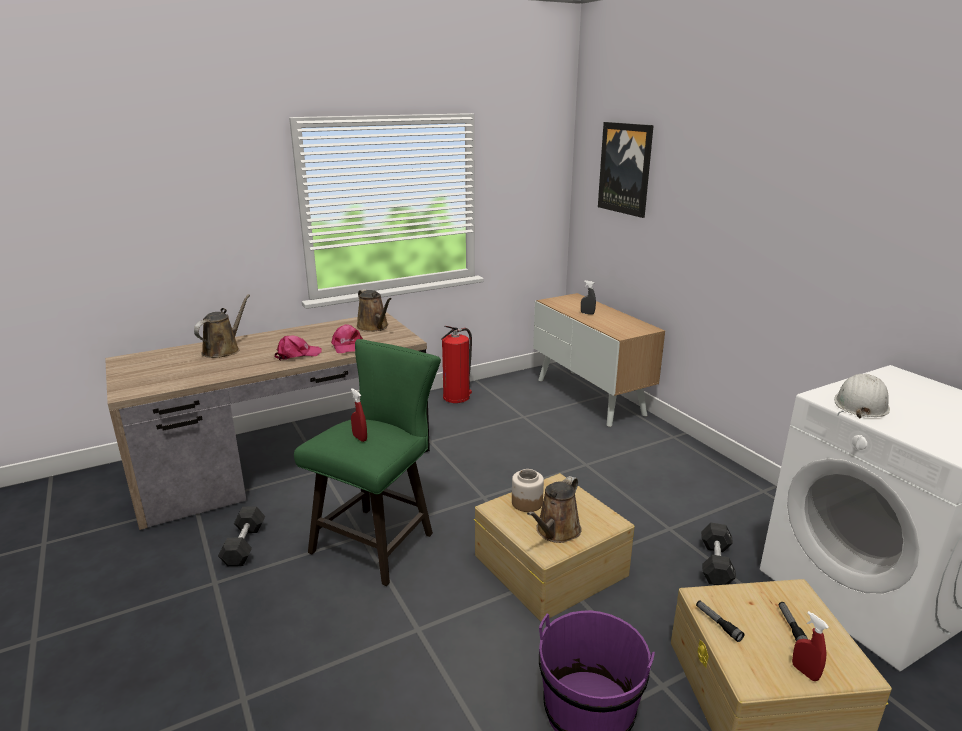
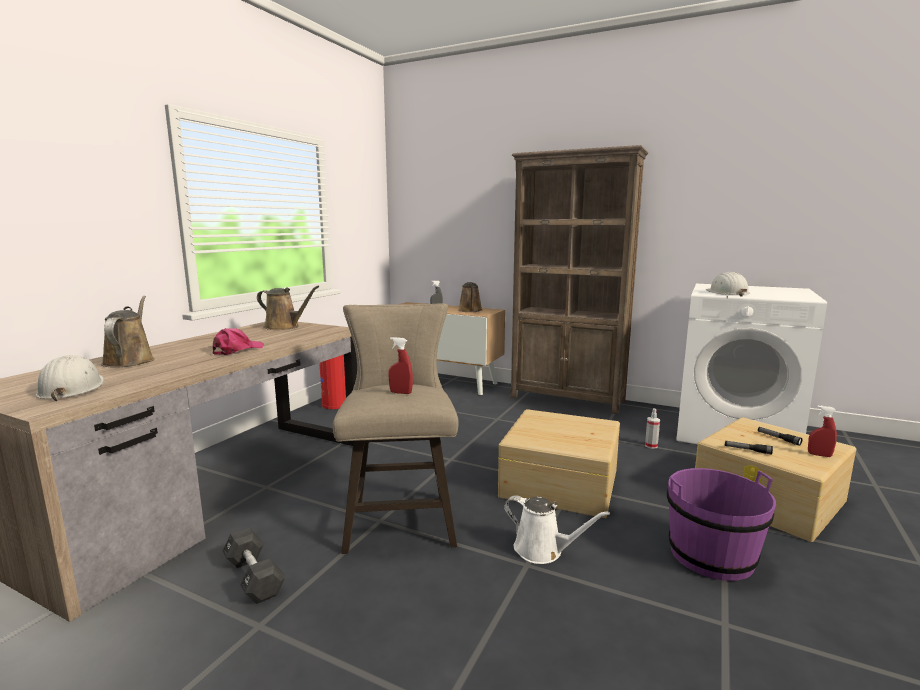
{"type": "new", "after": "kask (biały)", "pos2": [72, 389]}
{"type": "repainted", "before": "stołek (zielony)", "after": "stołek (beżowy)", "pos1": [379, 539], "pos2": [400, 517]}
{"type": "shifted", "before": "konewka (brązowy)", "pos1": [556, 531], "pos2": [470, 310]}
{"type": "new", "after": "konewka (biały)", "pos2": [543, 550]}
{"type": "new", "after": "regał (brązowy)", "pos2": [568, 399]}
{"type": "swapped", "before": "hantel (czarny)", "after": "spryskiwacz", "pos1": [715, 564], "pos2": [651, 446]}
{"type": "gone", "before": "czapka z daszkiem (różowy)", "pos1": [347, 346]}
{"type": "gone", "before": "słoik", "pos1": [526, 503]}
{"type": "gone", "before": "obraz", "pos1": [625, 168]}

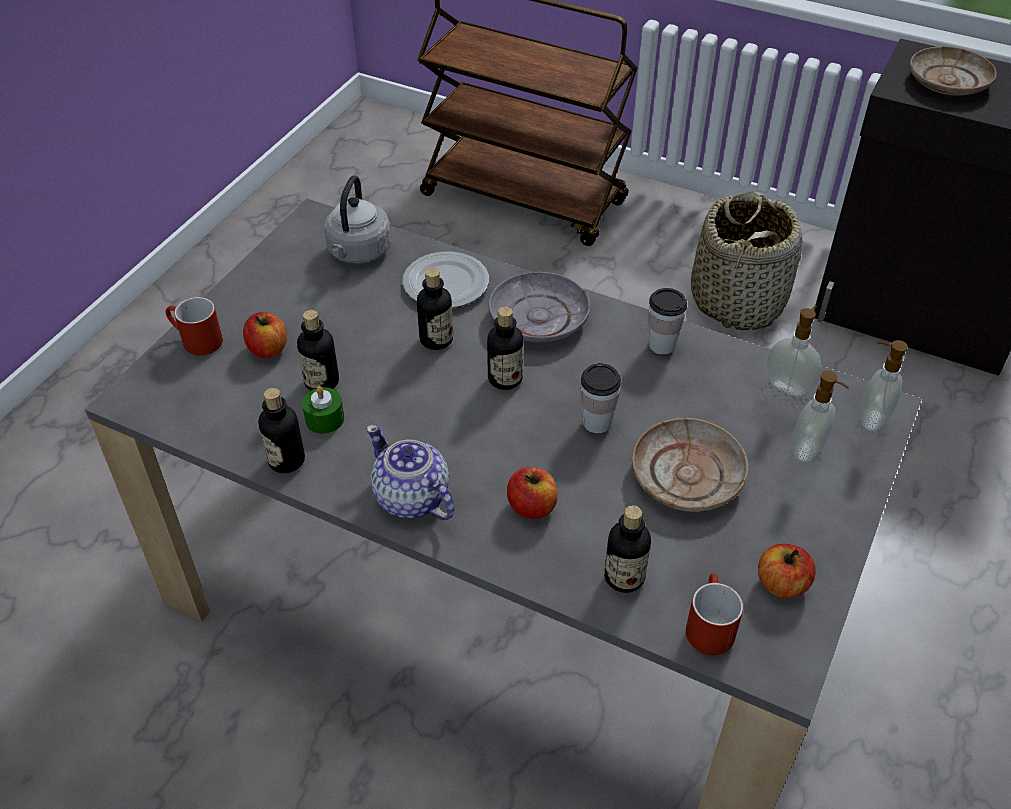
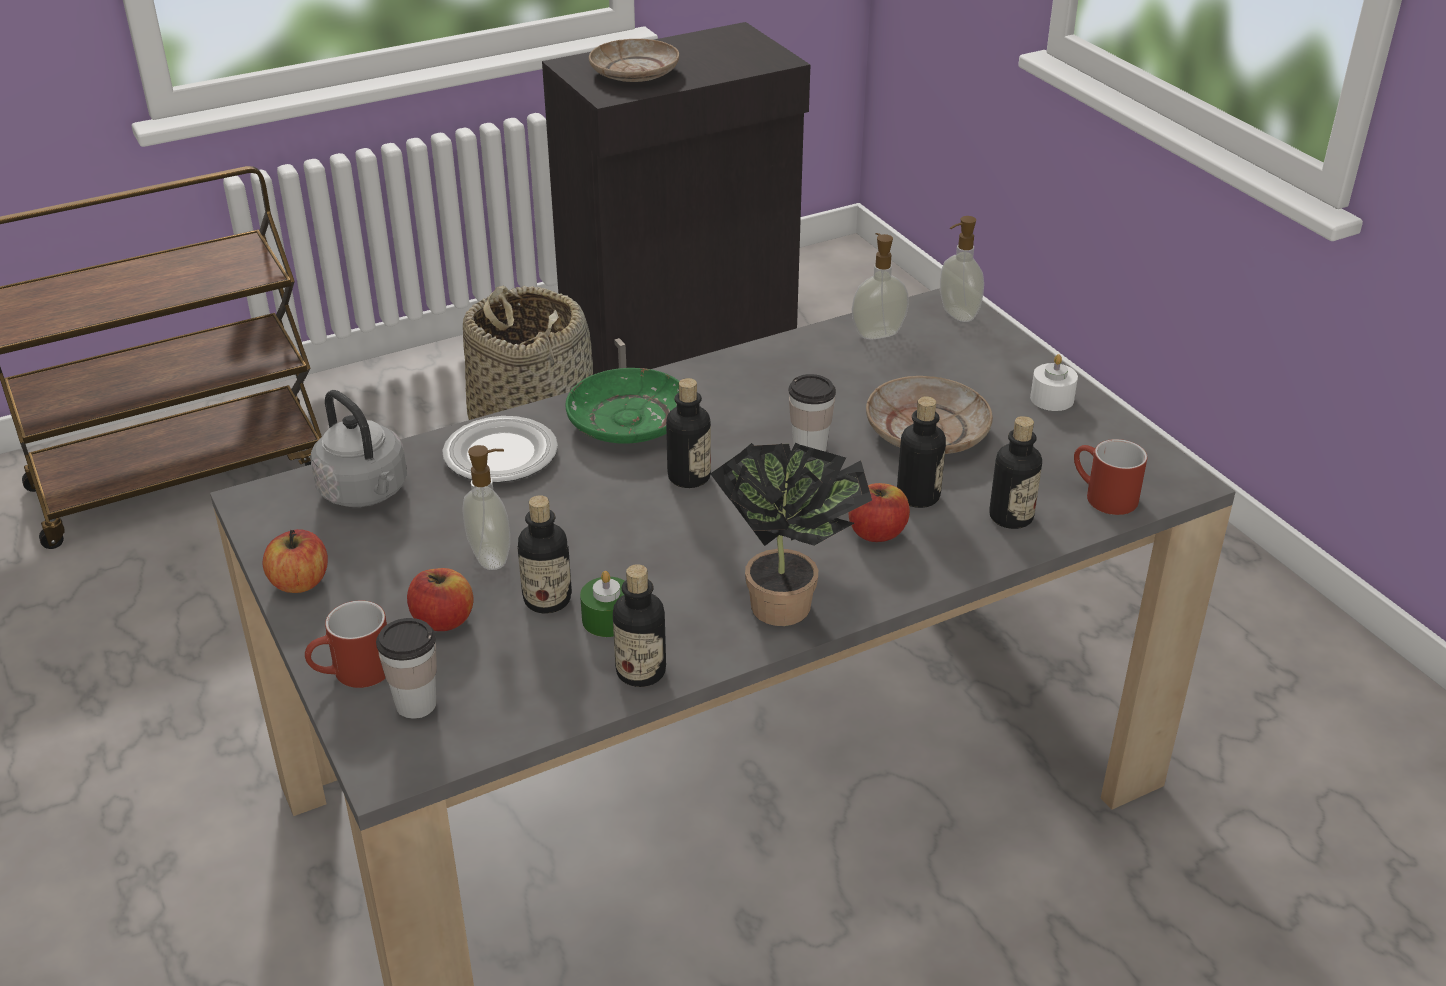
{"type": "shifted", "before": "jabłko", "pos1": [782, 584], "pos2": [300, 582]}
{"type": "shifted", "before": "filiżanka", "pos1": [662, 345], "pos2": [416, 704]}
{"type": "shifted", "before": "dozownik mydła", "pos1": [808, 450], "pos2": [492, 557]}
{"type": "repainted", "before": "talerz (szary)", "after": "talerz (zielony)", "pos1": [538, 318], "pos2": [628, 421]}
{"type": "swapped", "before": "imbryk", "after": "roślina doniczkowa", "pos1": [411, 498], "pos2": [789, 603]}
{"type": "shifted", "before": "butelka", "pos1": [436, 339], "pos2": [918, 496]}
{"type": "new", "after": "świeca (biały)", "pos2": [1052, 398]}

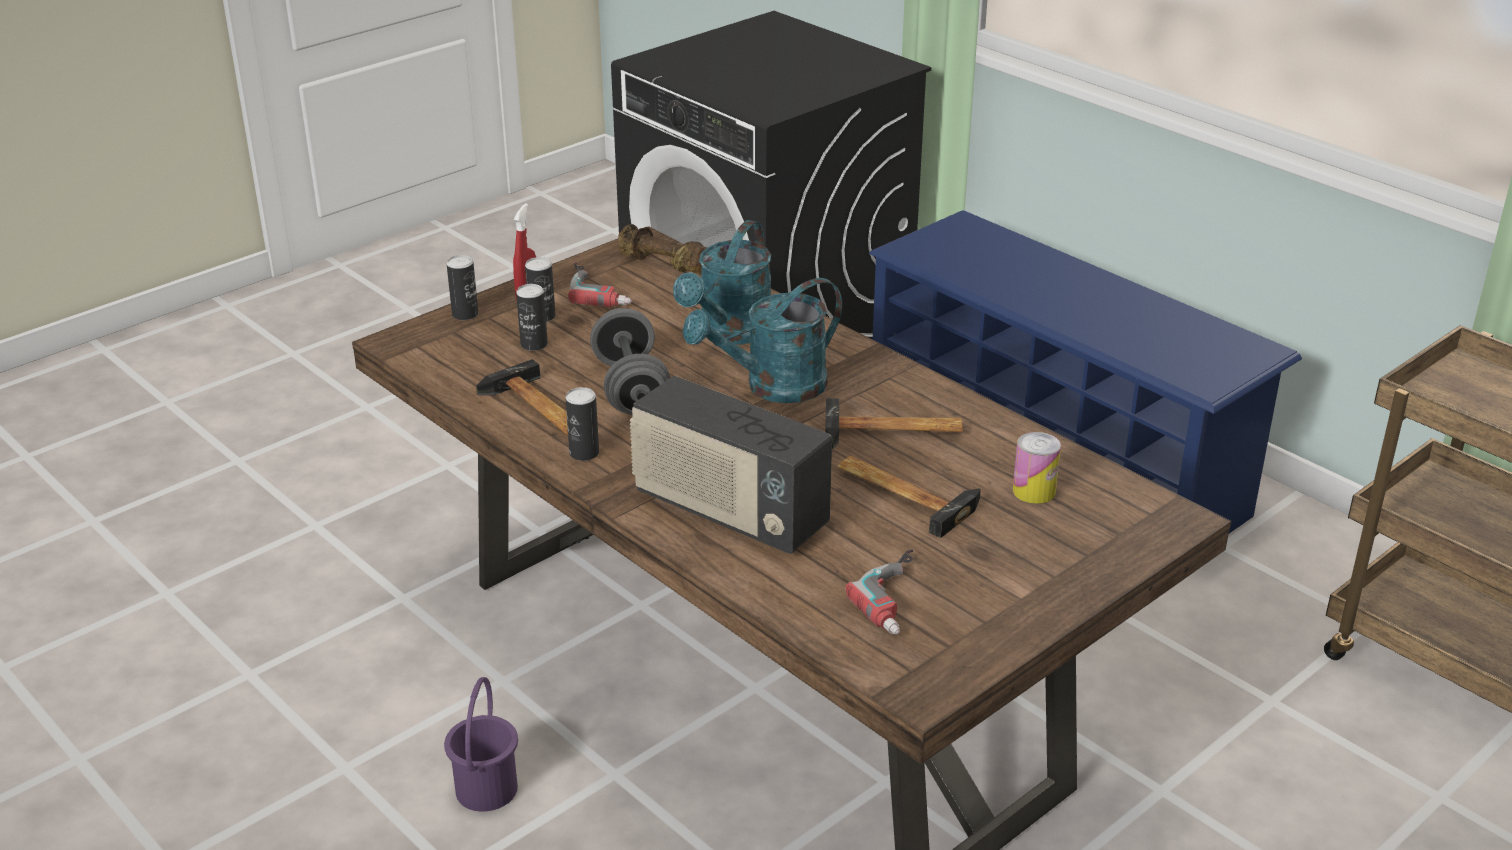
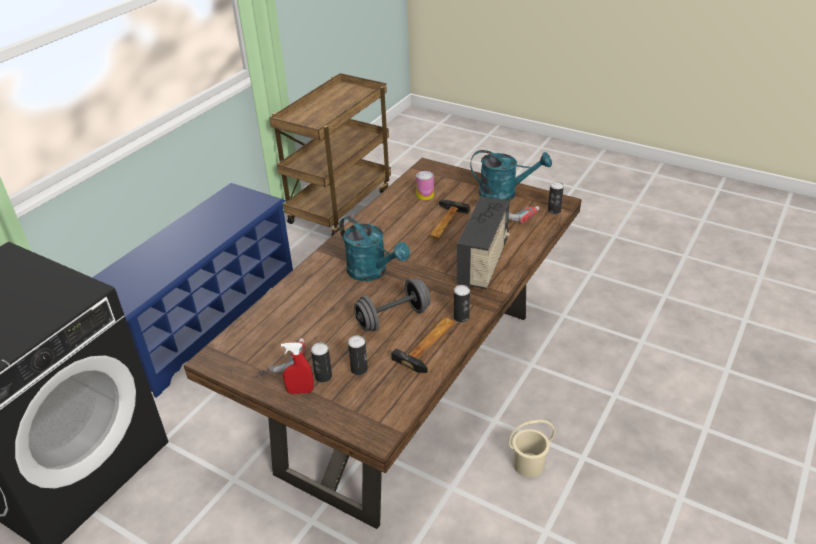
{"type": "shifted", "before": "konewka (turkusowy)", "pos1": [730, 333], "pos2": [504, 194]}
{"type": "repainted", "before": "wiadro (fioletowy)", "after": "wiadro (beżowy)", "pos1": [485, 789], "pos2": [529, 465]}
{"type": "shifted", "before": "puszka", "pos1": [465, 314], "pos2": [554, 210]}
{"type": "gone", "before": "hantel (brązowy)", "pos1": [665, 266]}
{"type": "gone", "before": "młotek", "pos1": [893, 432]}

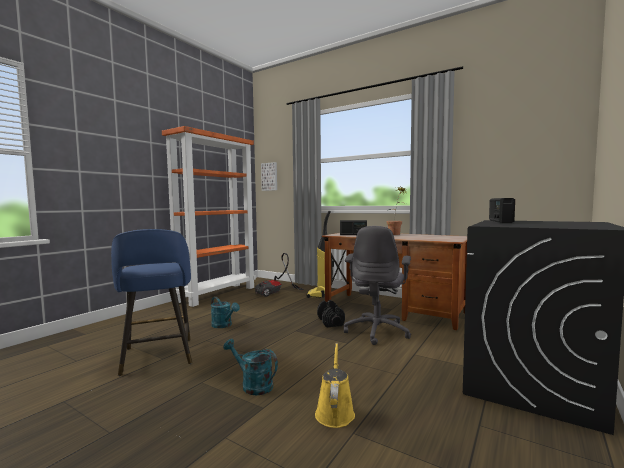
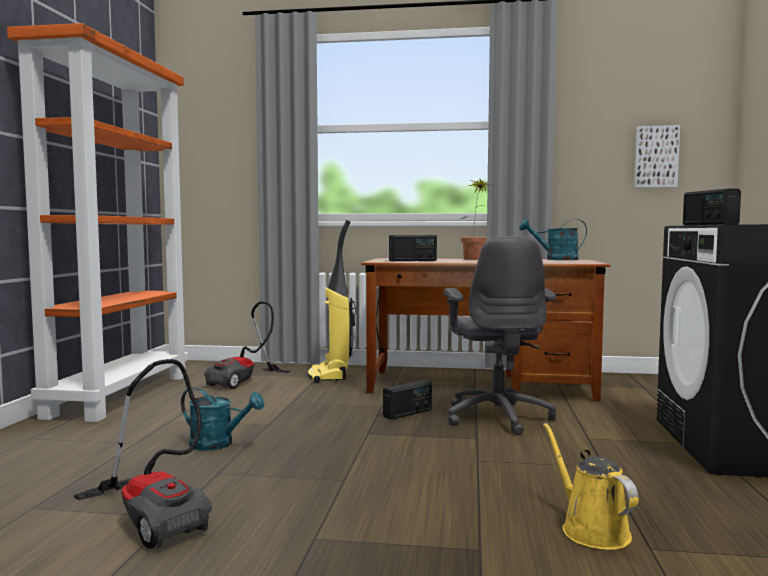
{"type": "swapped", "before": "stołek (niebieski)", "after": "odkurzacz", "pos1": [157, 357], "pos2": [155, 517]}
{"type": "swapped", "before": "hantel (czarny)", "after": "radio", "pos1": [330, 322], "pos2": [408, 413]}
{"type": "shifted", "before": "konewka (turkusowy)", "pos1": [252, 385], "pos2": [555, 259]}
{"type": "shifted", "before": "obraz", "pos1": [270, 176], "pos2": [655, 157]}

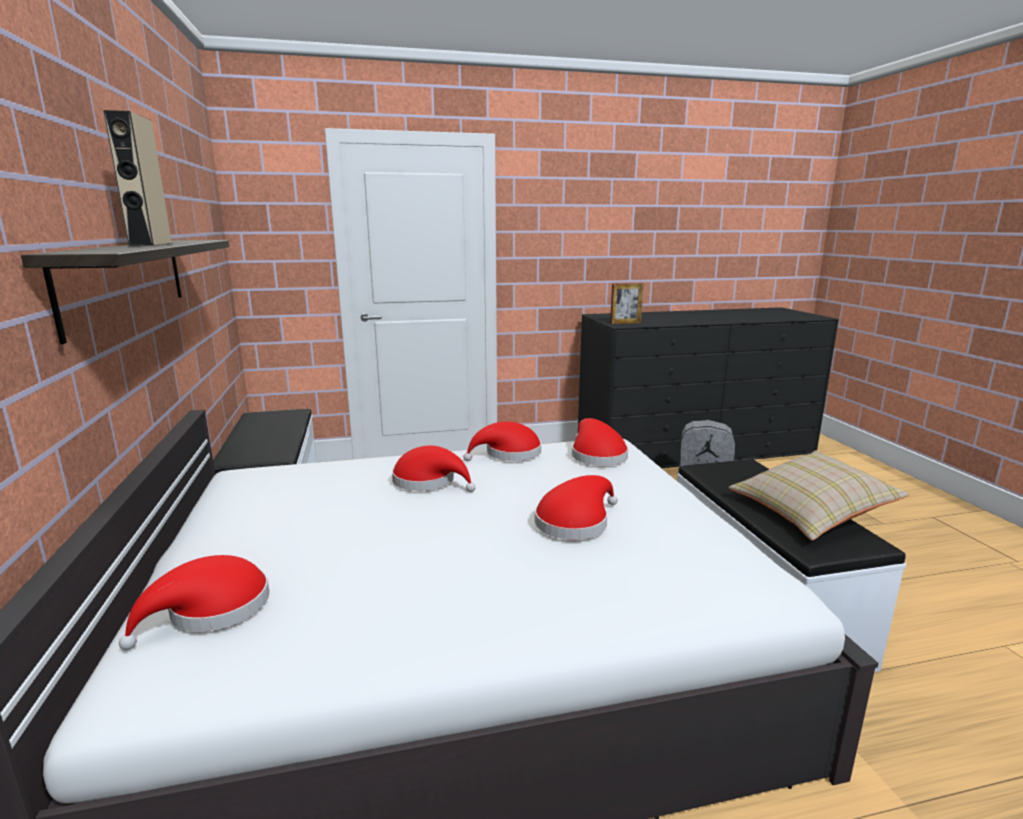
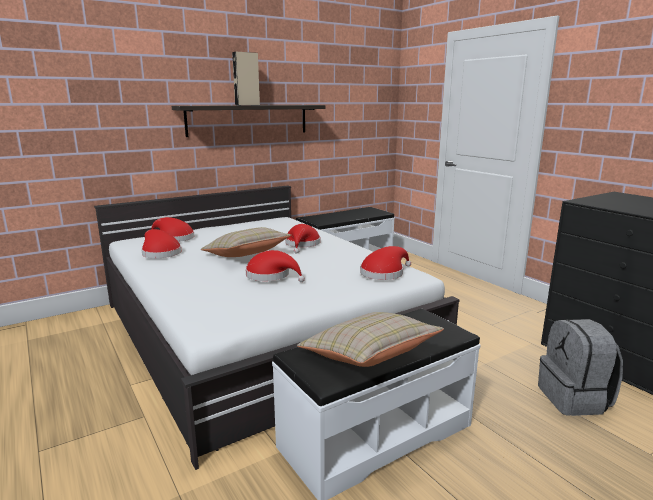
{"type": "shifted", "before": "kapelusz (czerwony)", "pos1": [509, 453], "pos2": [160, 253]}
{"type": "new", "after": "poduszka (beżowy)", "pos2": [246, 256]}
{"type": "gone", "before": "ramka na zdjęcie", "pos1": [625, 323]}

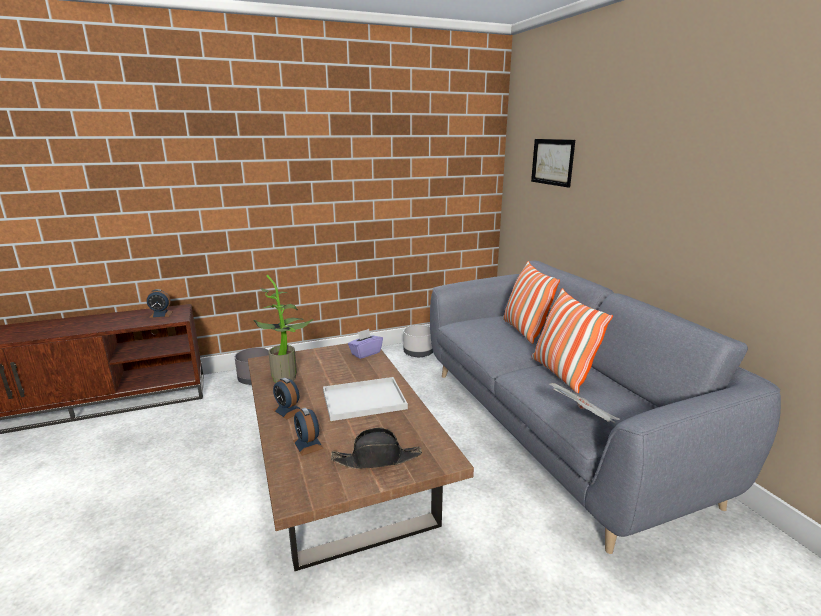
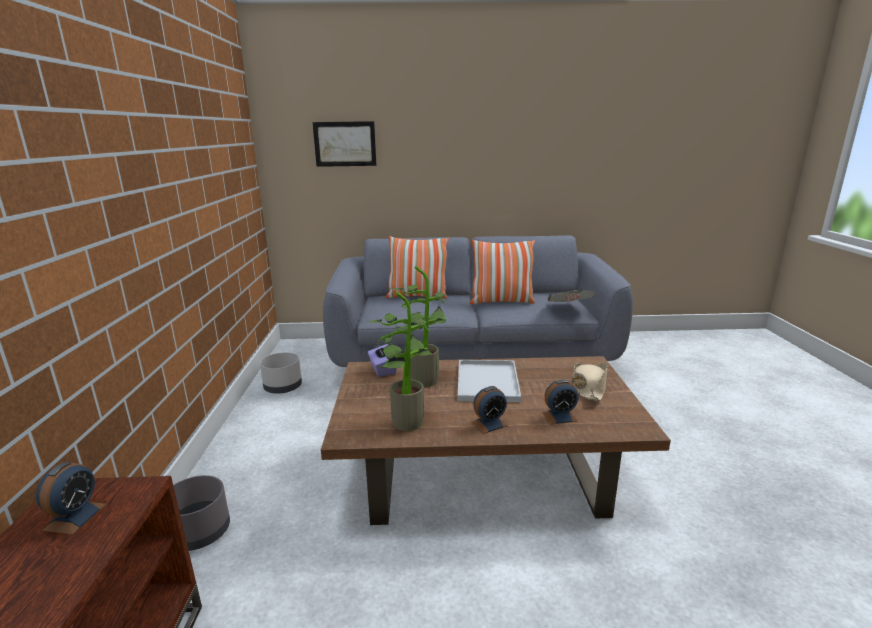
{"type": "new", "after": "roślina doniczkowa", "pos2": [424, 378]}
{"type": "repainted", "before": "kapelusz (czarny)", "after": "kapelusz (beżowy)", "pos1": [377, 459], "pos2": [588, 387]}

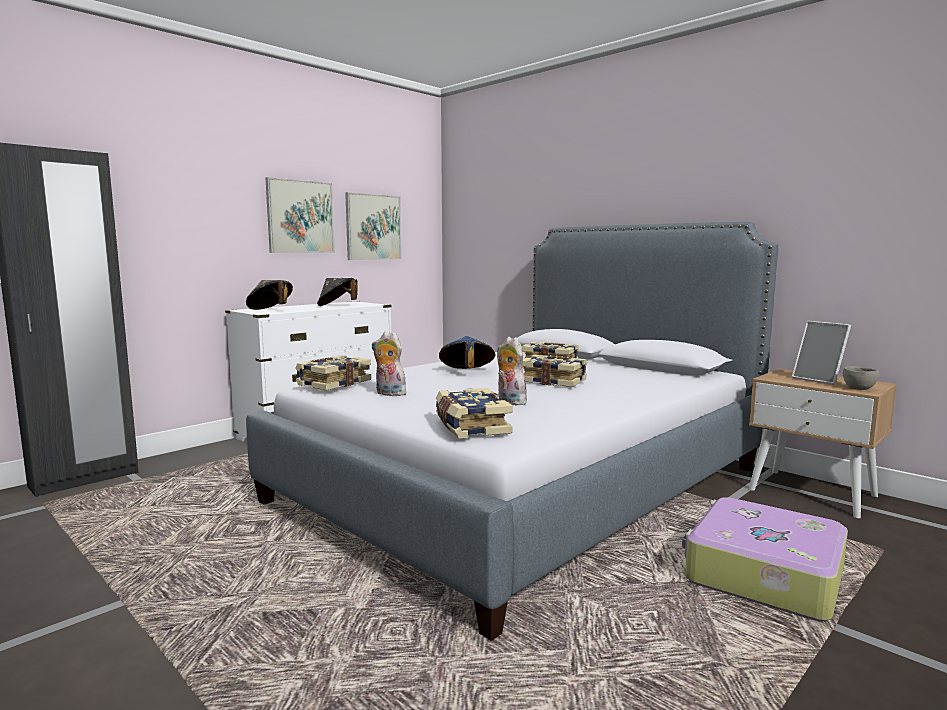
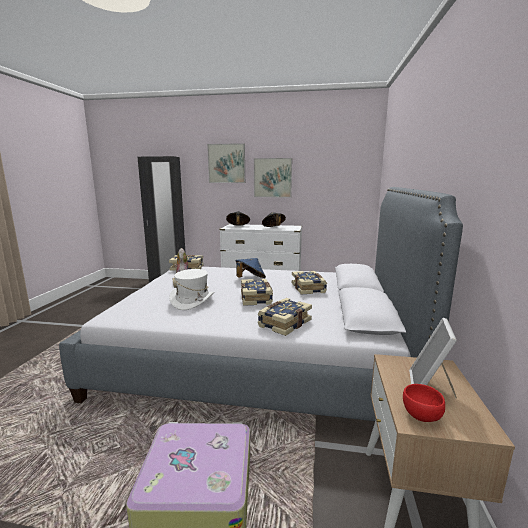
{"type": "swapped", "before": "pluszak", "after": "kapelusz (biały)", "pos1": [509, 402], "pos2": [192, 301]}
{"type": "shifted", "before": "obraz", "pos1": [373, 227], "pos2": [226, 163]}
{"type": "shifted", "before": "książka", "pos1": [470, 427], "pos2": [284, 323]}
{"type": "repainted", "before": "miska (szary)", "after": "miska (czerwony)", "pos1": [860, 388], "pos2": [422, 416]}

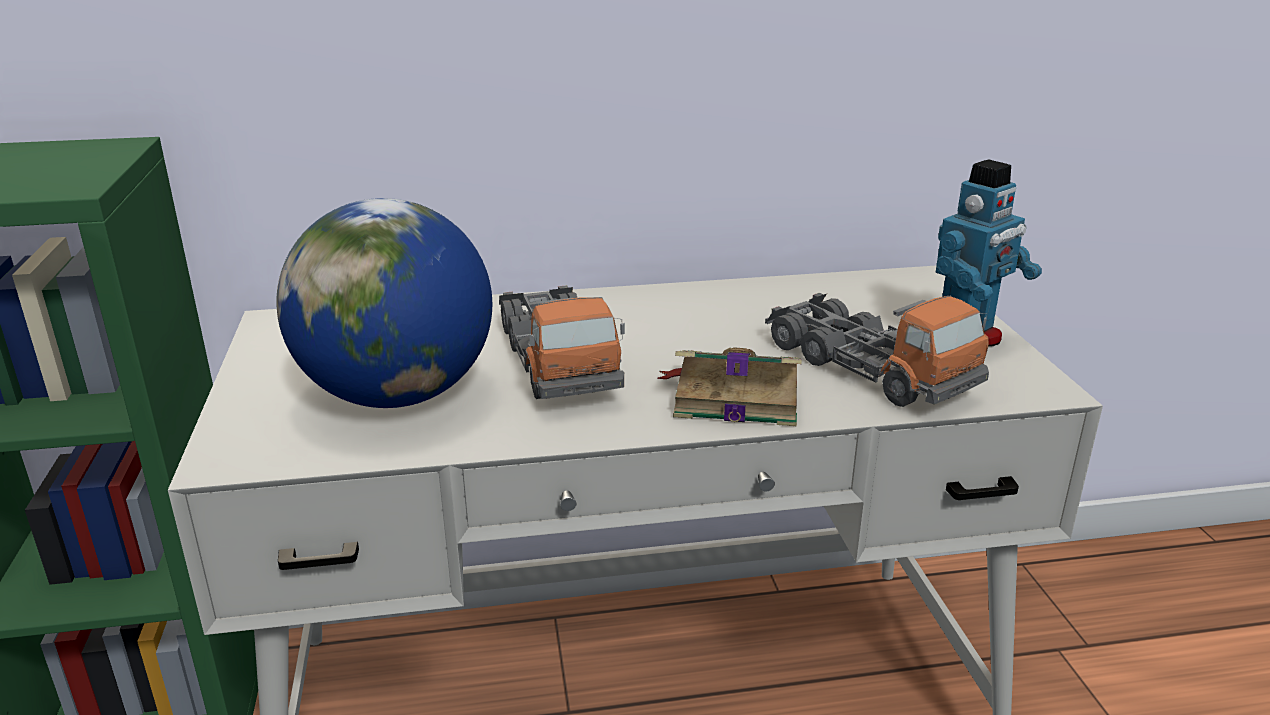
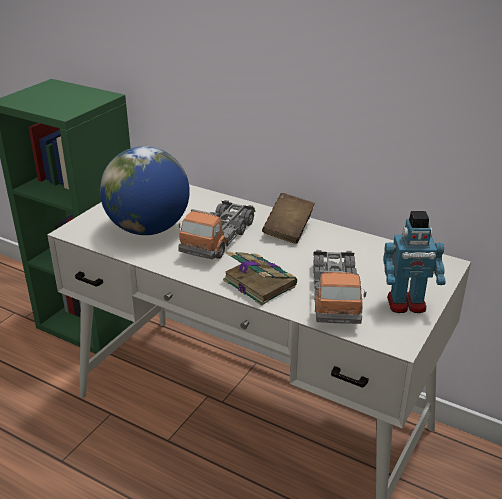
{"type": "new", "after": "książka (brązowy)", "pos2": [288, 230]}

